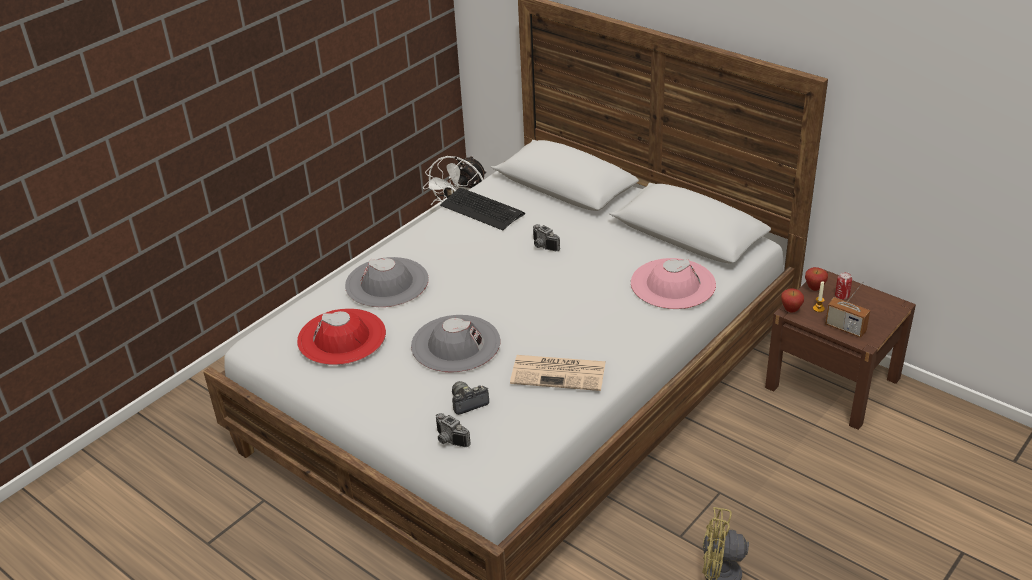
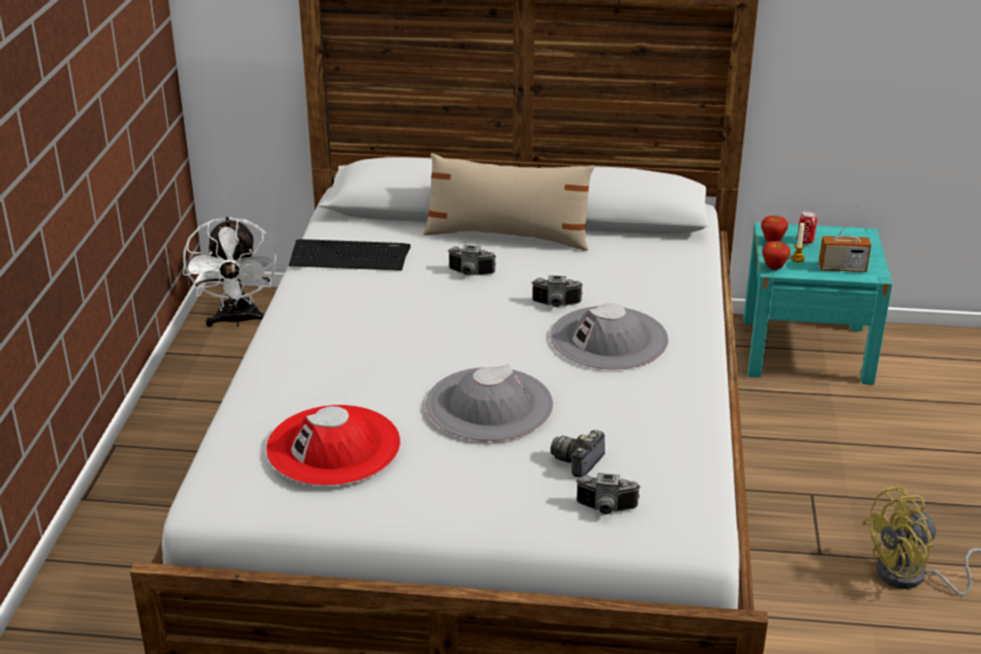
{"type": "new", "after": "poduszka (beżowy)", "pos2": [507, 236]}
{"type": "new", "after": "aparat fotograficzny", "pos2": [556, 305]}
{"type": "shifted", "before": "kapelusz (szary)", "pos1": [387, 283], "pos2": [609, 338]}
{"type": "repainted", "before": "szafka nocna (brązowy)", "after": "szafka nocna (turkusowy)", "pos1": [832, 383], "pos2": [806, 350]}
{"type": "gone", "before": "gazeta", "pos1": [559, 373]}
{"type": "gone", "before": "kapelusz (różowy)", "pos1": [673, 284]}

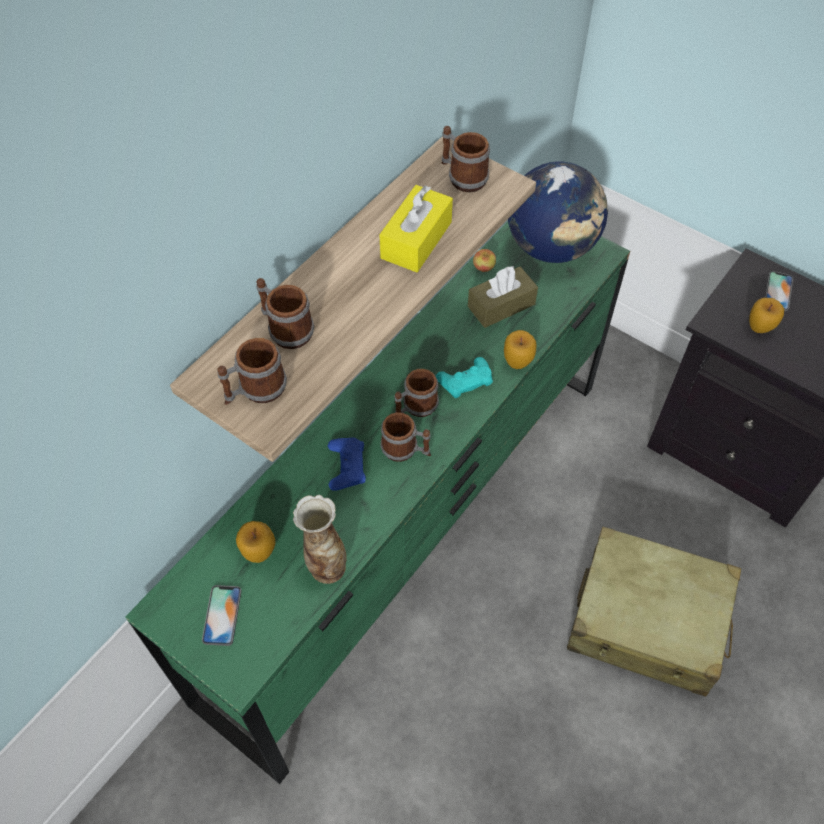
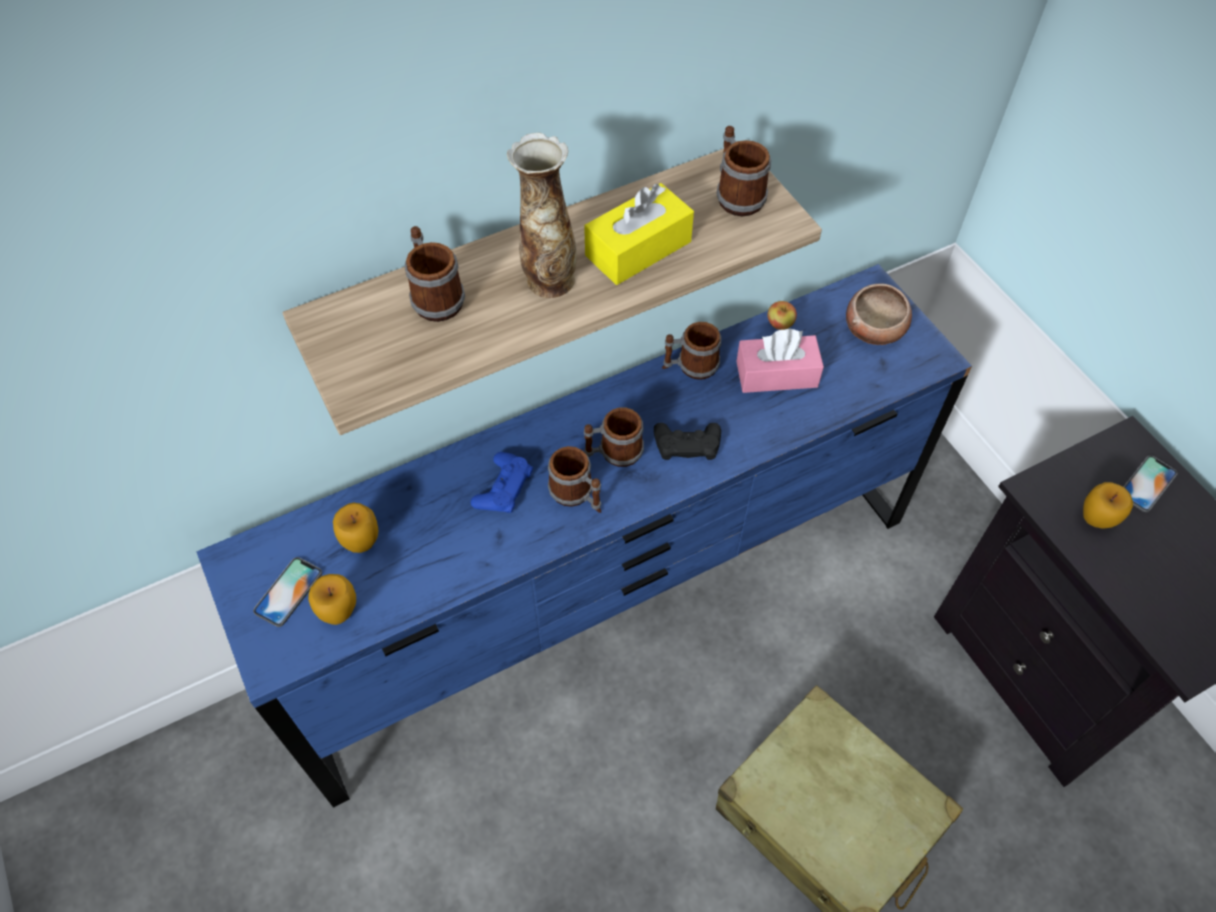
{"type": "repainted", "before": "komoda (zielony)", "after": "komoda (niebieski)", "pos1": [411, 532], "pos2": [607, 600]}
{"type": "shifted", "before": "jabłko", "pos1": [517, 362], "pos2": [339, 612]}
{"type": "shifted", "before": "wazon", "pos1": [326, 567], "pos2": [549, 280]}
{"type": "repainted", "before": "pad do gier (turkusowy)", "after": "pad do gier (czarny)", "pos1": [465, 380], "pos2": [687, 444]}
{"type": "shifted", "before": "kubek", "pos1": [255, 390], "pos2": [690, 366]}
{"type": "repainted", "before": "pudełko chusteczek (brązowy)", "after": "pudełko chusteczek (różowy)", "pos1": [501, 305], "pos2": [776, 374]}
{"type": "swapped", "before": "globus", "after": "miska", "pos1": [551, 247], "pos2": [875, 328]}

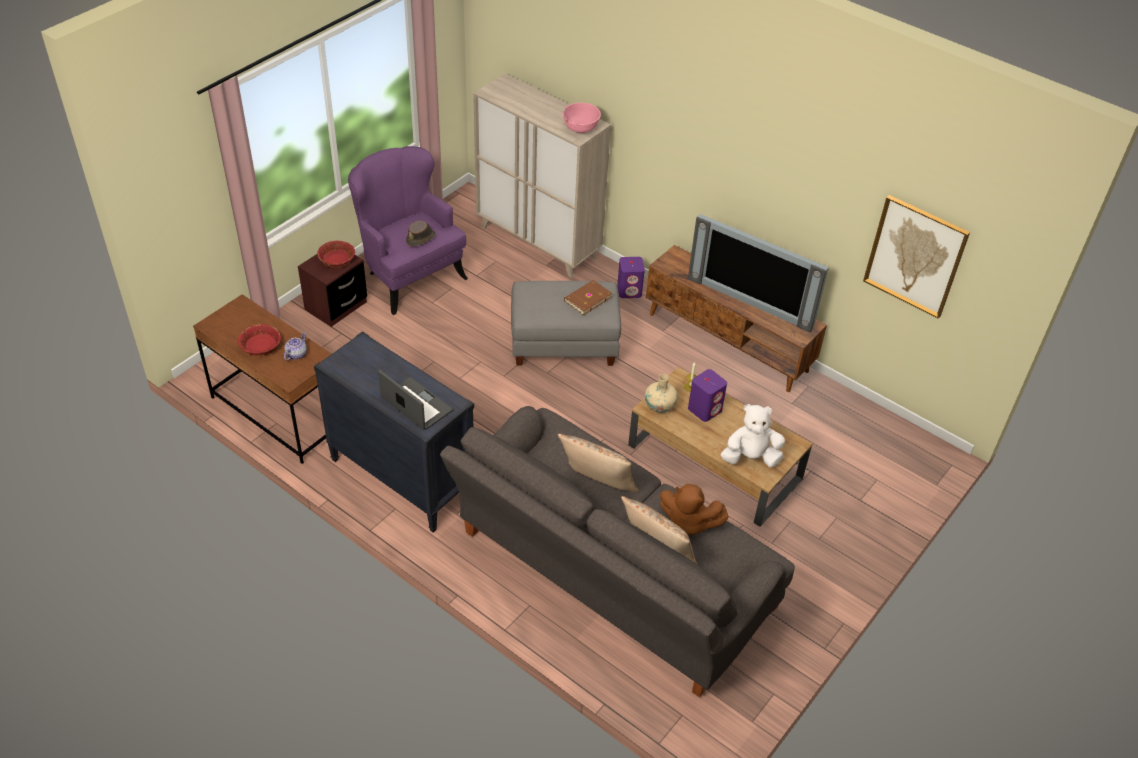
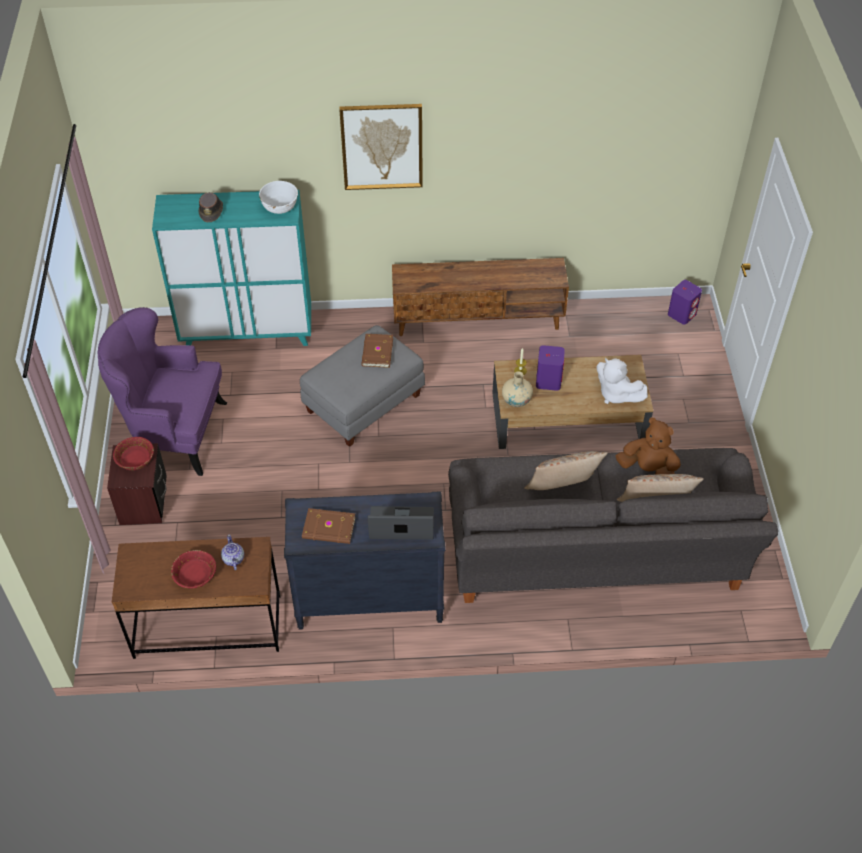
{"type": "repainted", "before": "szafka (beżowy)", "after": "szafka (turkusowy)", "pos1": [538, 242], "pos2": [247, 333]}
{"type": "shifted", "before": "kapelusz (brązowy)", "pos1": [421, 238], "pos2": [211, 211]}
{"type": "repainted", "before": "miska (różowy)", "after": "miska (biały)", "pos1": [581, 128], "pos2": [280, 207]}
{"type": "new", "after": "książka (brązowy)", "pos2": [329, 529]}
{"type": "shifted", "before": "obraz", "pos1": [915, 256], "pos2": [382, 146]}
{"type": "rotated", "before": "pluszak (biały)", "pos1": [750, 457], "pos2": [616, 394], "turn": -90}
{"type": "rotated", "before": "pluszak (brązowy)", "pos1": [688, 522], "pos2": [648, 470], "turn": -135}
{"type": "shifted", "before": "głośnik (fioletowy)", "pos1": [629, 290], "pos2": [682, 314]}
{"type": "gone", "before": "telewizor", "pos1": [751, 300]}

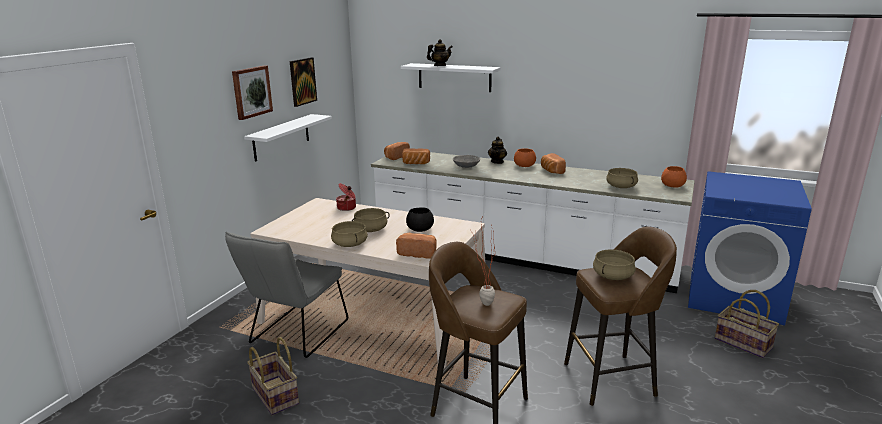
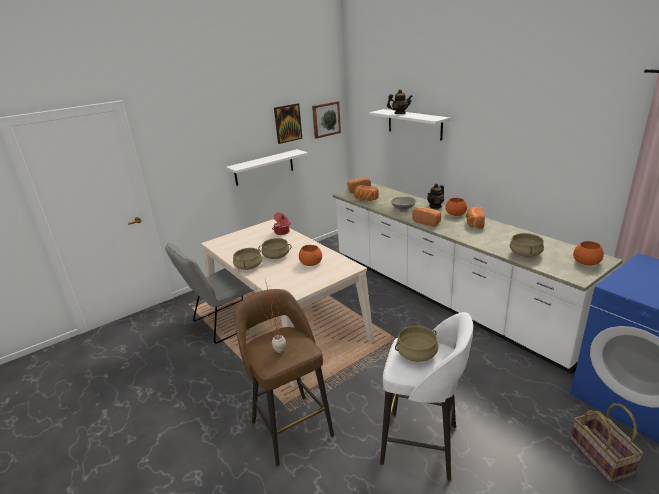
{"type": "repainted", "before": "miska (czarny)", "after": "miska (pomarańczowy)", "pos1": [419, 229], "pos2": [310, 263]}
{"type": "shifted", "before": "obraz", "pos1": [251, 92], "pos2": [326, 119]}
{"type": "repainted", "before": "stołek (brązowy)", "after": "stołek (biały)", "pos1": [612, 379], "pos2": [422, 445]}
{"type": "shifted", "before": "chleb", "pos1": [418, 253], "pos2": [427, 222]}
{"type": "gone", "before": "koszyk", "pos1": [274, 396]}

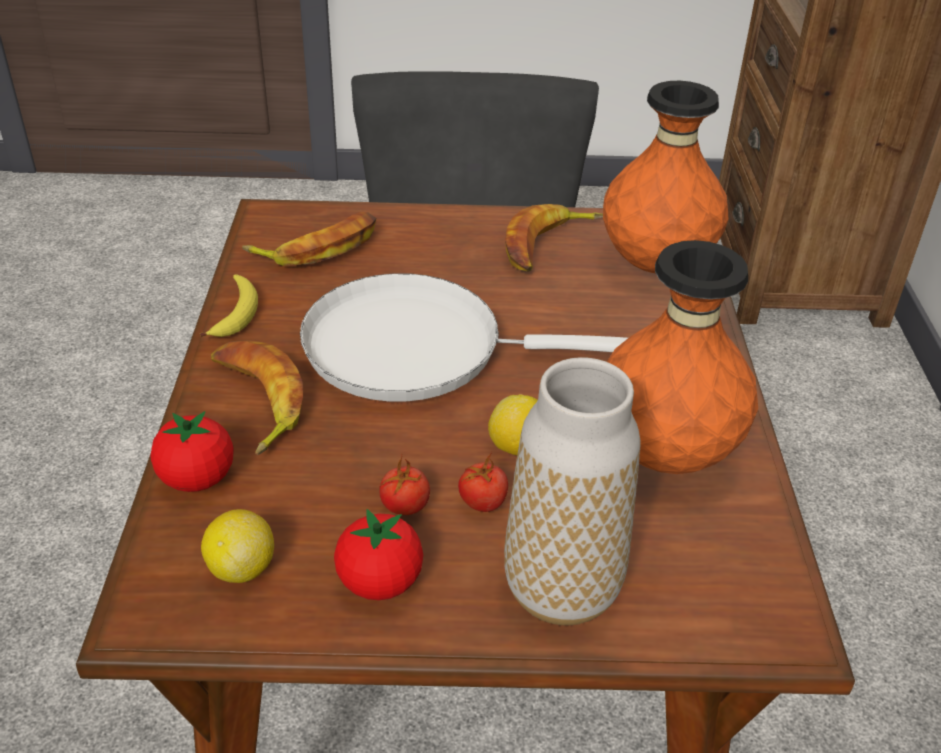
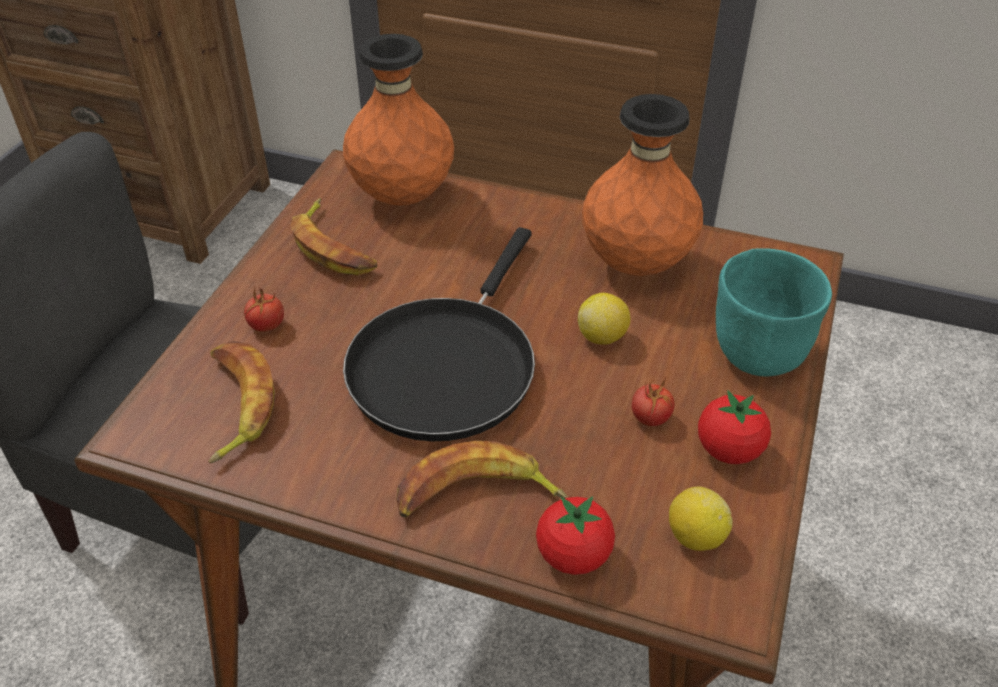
{"type": "shifted", "before": "pomidor", "pos1": [482, 503], "pos2": [266, 326]}
{"type": "repainted", "before": "patelnia (biały)", "after": "patelnia (czarny)", "pos1": [417, 348], "pos2": [446, 366]}
{"type": "swapped", "before": "wazon", "after": "miska (turkusowy)", "pos1": [561, 590], "pos2": [756, 353]}
{"type": "gone", "before": "banan", "pos1": [236, 314]}

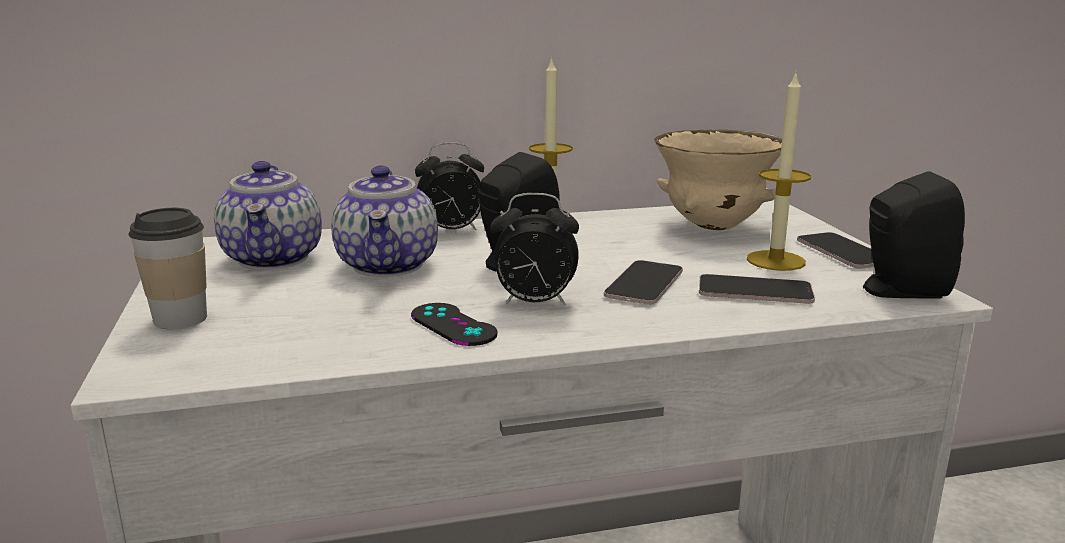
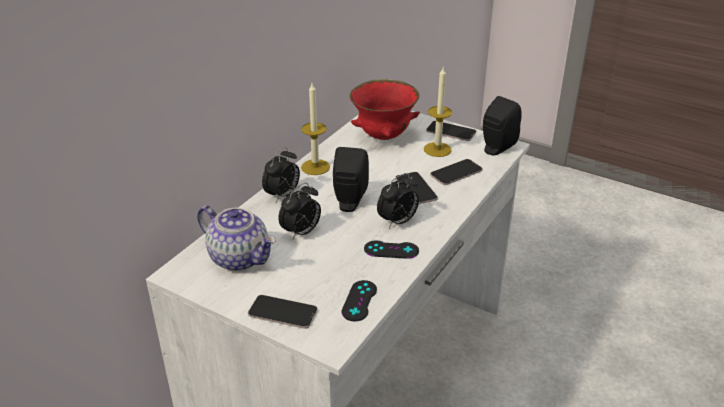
{"type": "swapped", "before": "filiżanka", "after": "telefon", "pos1": [180, 319], "pos2": [283, 312]}
{"type": "swapped", "before": "imbryk", "after": "budzik", "pos1": [389, 265], "pos2": [301, 232]}
{"type": "new", "after": "pad do gier (czarny)", "pos2": [359, 301]}
{"type": "repainted", "before": "miska (beżowy)", "after": "miska (czerwony)", "pos1": [715, 226], "pos2": [384, 136]}

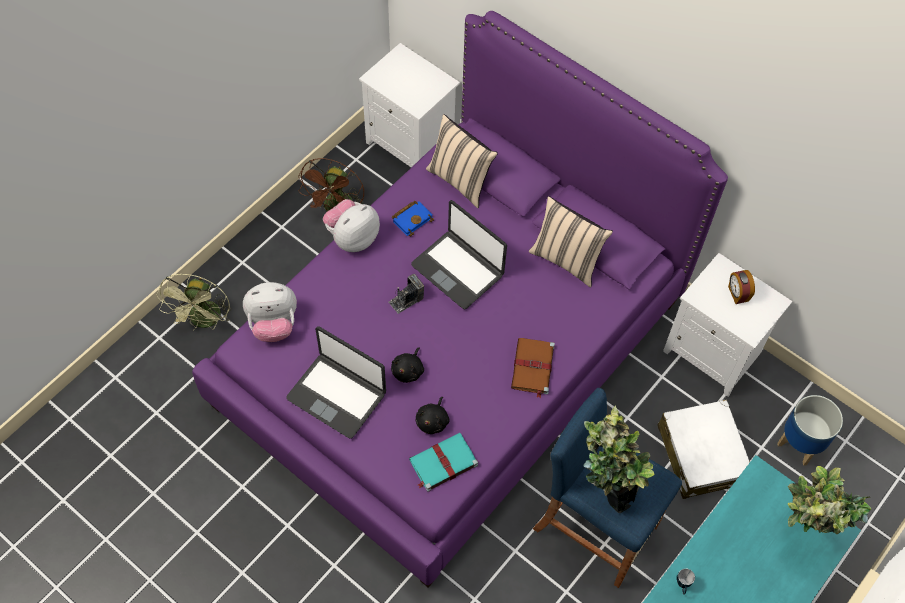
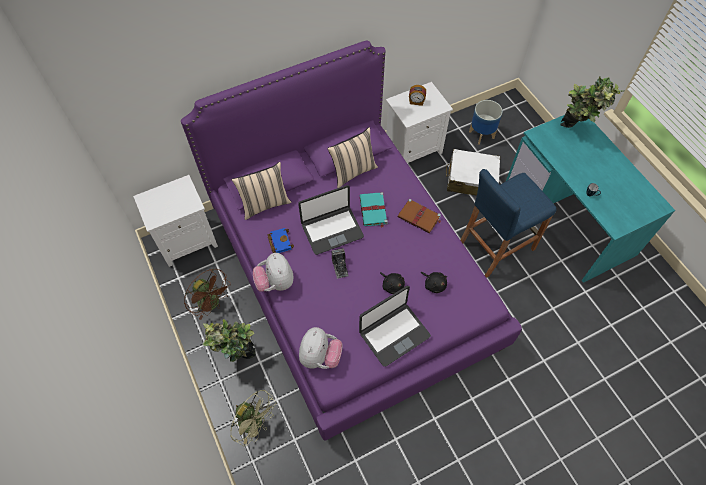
{"type": "shifted", "before": "roślina doniczkowa", "pos1": [605, 489], "pos2": [238, 357]}
{"type": "shifted", "before": "książka (turkusowy)", "pos1": [442, 463], "pos2": [373, 211]}

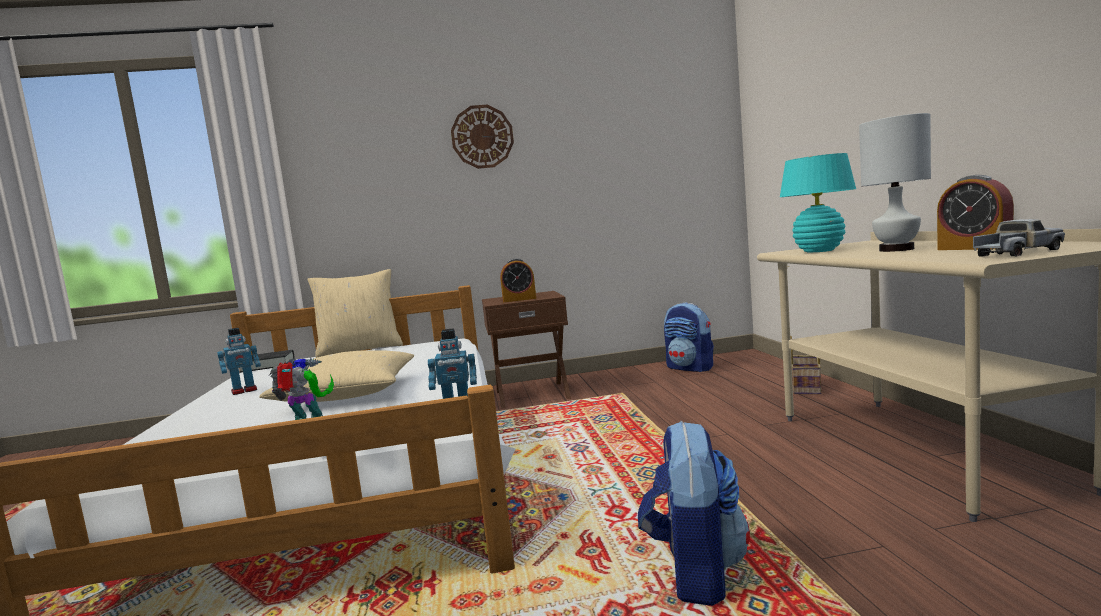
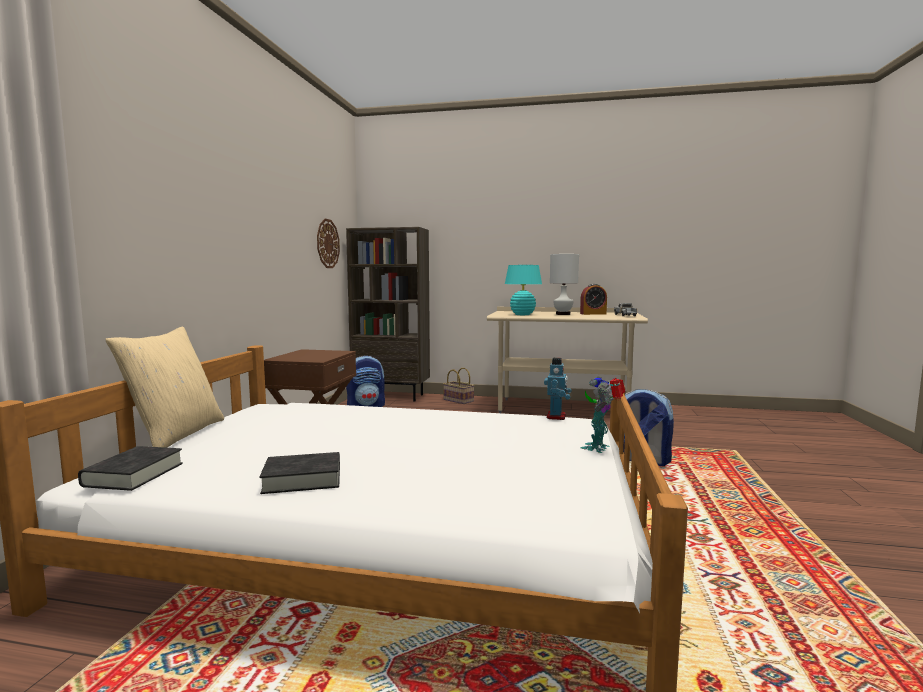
{"type": "swapped", "before": "robot zabawkowy", "after": "książka (czarny)", "pos1": [244, 391], "pos2": [302, 479]}
{"type": "shifted", "before": "zegar ścienny", "pos1": [482, 137], "pos2": [327, 243]}
{"type": "new", "after": "regał (brązowy)", "pos2": [392, 396]}
{"type": "gone", "before": "poduszka (beżowy)", "pos1": [348, 394]}
{"type": "gone", "before": "budzik", "pos1": [519, 299]}

